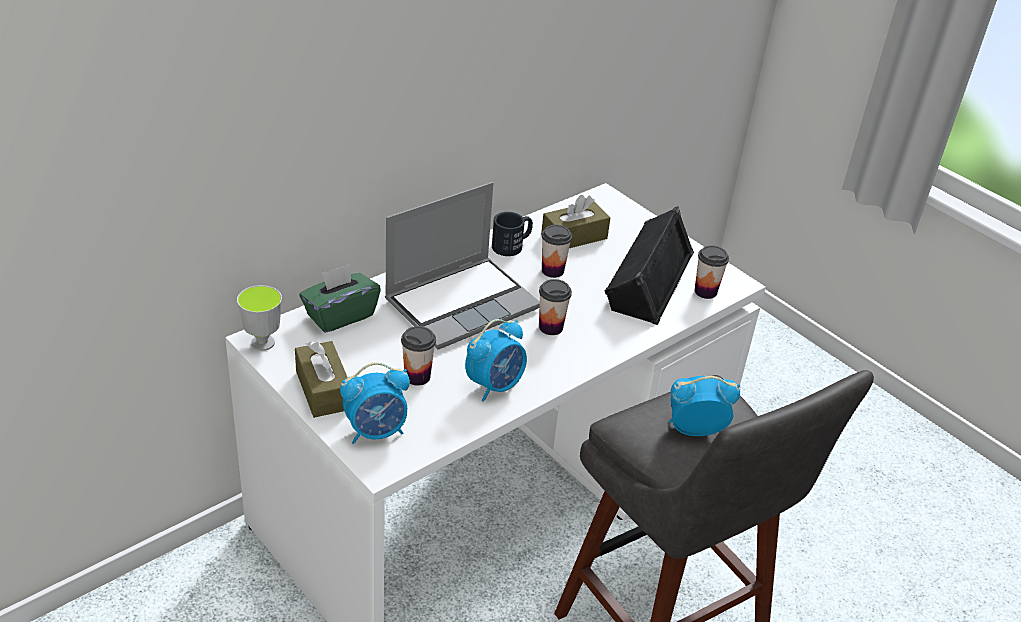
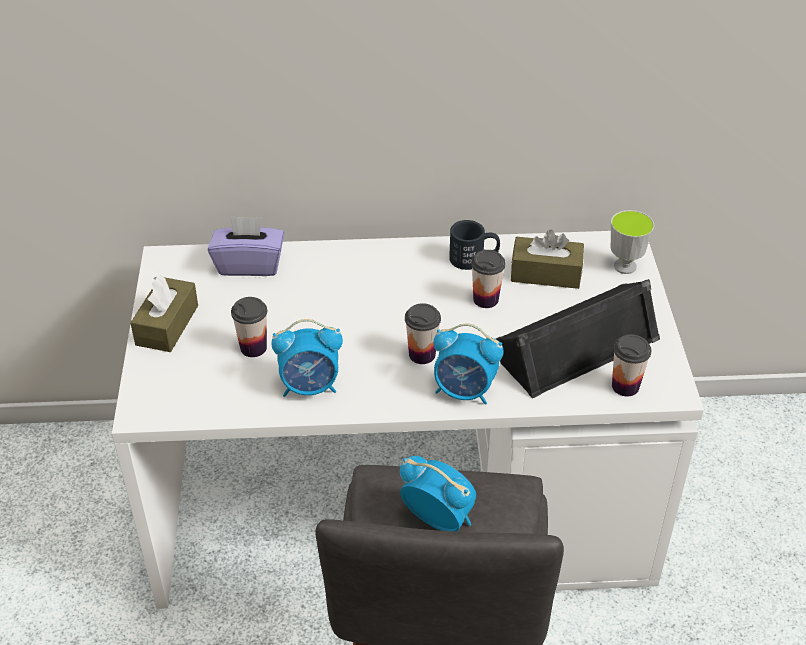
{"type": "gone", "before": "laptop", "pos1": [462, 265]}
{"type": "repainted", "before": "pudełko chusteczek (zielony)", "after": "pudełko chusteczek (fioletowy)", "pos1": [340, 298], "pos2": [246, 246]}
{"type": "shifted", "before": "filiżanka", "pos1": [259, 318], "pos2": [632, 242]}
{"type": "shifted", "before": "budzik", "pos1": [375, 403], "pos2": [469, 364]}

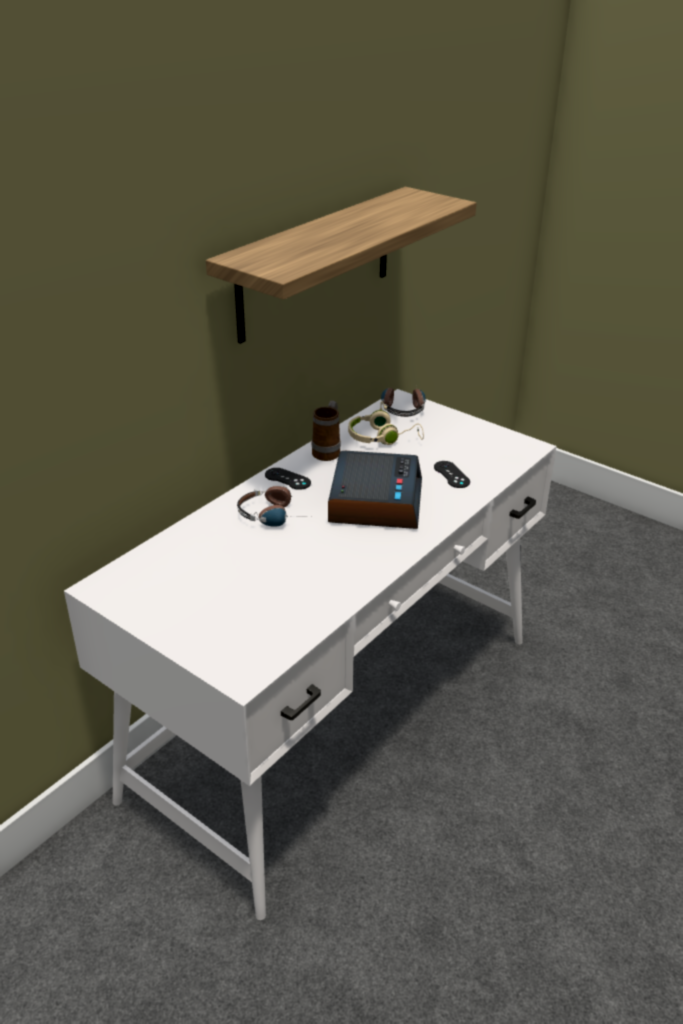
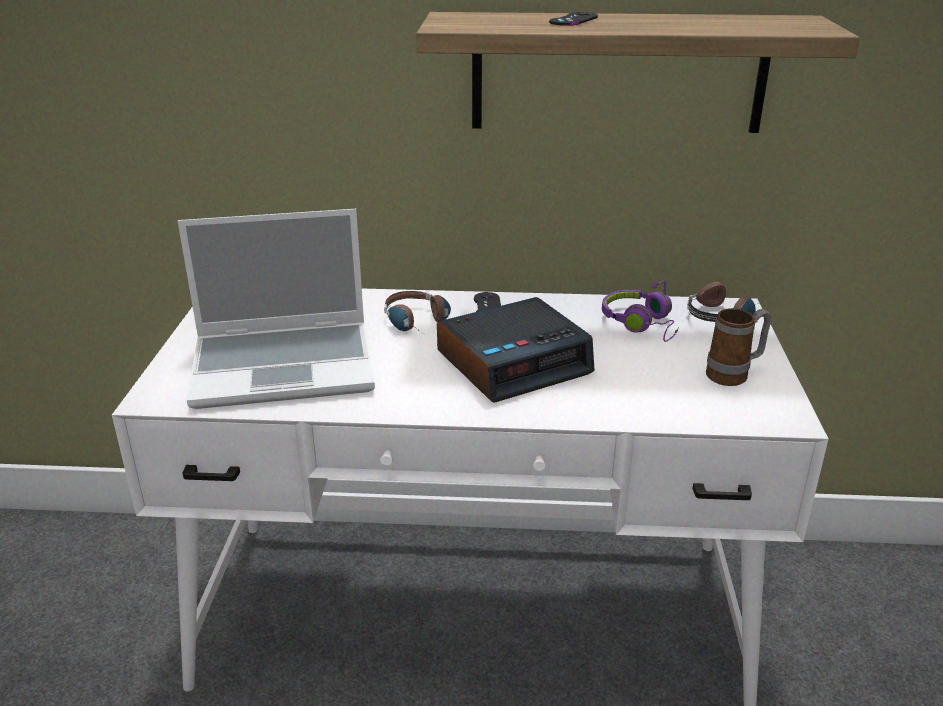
{"type": "shifted", "before": "kubek", "pos1": [326, 431], "pos2": [738, 347]}
{"type": "repainted", "before": "słuchawki (beżowy)", "after": "słuchawki (fioletowy)", "pos1": [386, 423], "pos2": [640, 311]}
{"type": "shifted", "before": "pad do gier (czarny)", "pos1": [452, 474], "pos2": [573, 19]}
{"type": "new", "after": "laptop", "pos2": [276, 309]}

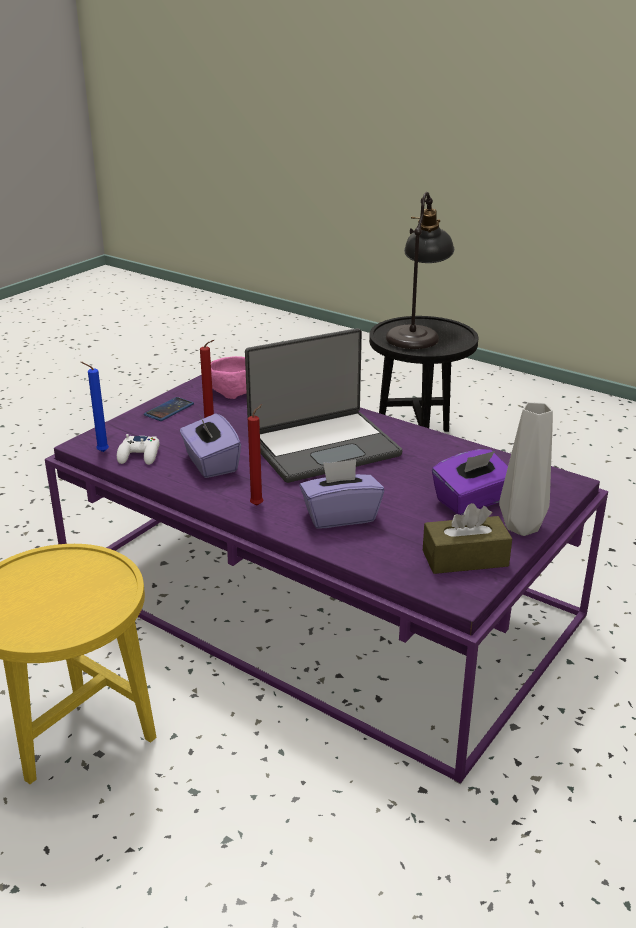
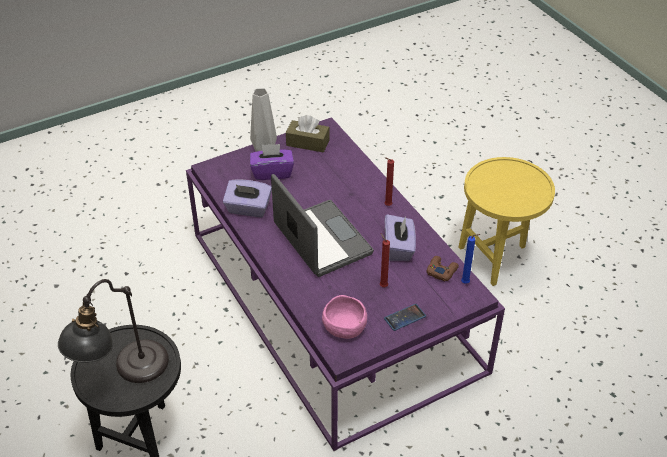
{"type": "rotated", "before": "laptop", "pos1": [324, 405], "pos2": [322, 225], "turn": 60}
{"type": "repainted", "before": "pad do gier (biały)", "after": "pad do gier (brązowy)", "pos1": [138, 449], "pos2": [443, 268]}
{"type": "shifted", "before": "pudełko chusteczek (fioletowy)", "pos1": [342, 494], "pos2": [247, 198]}

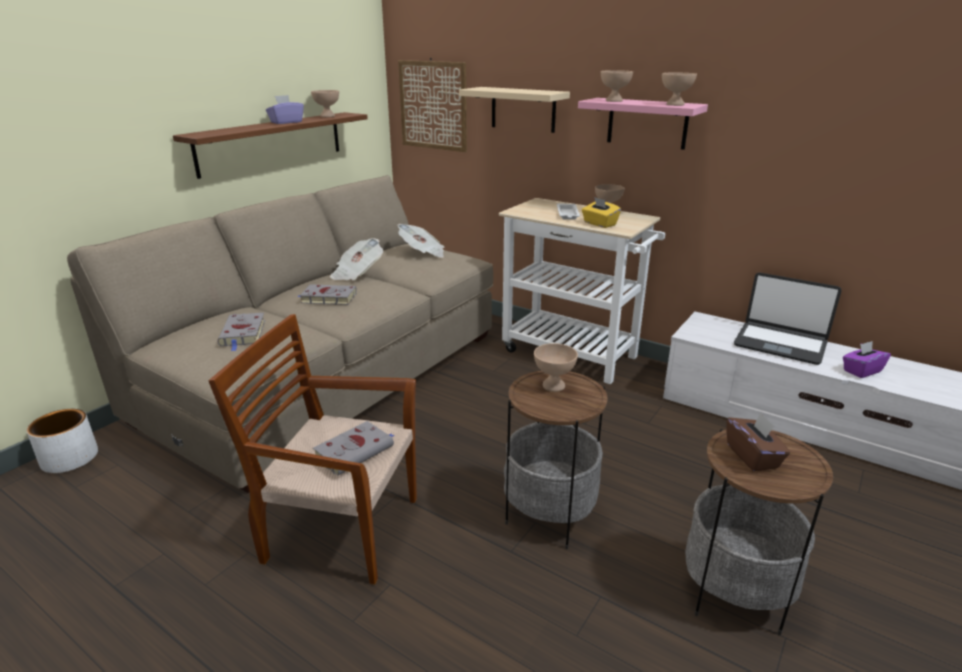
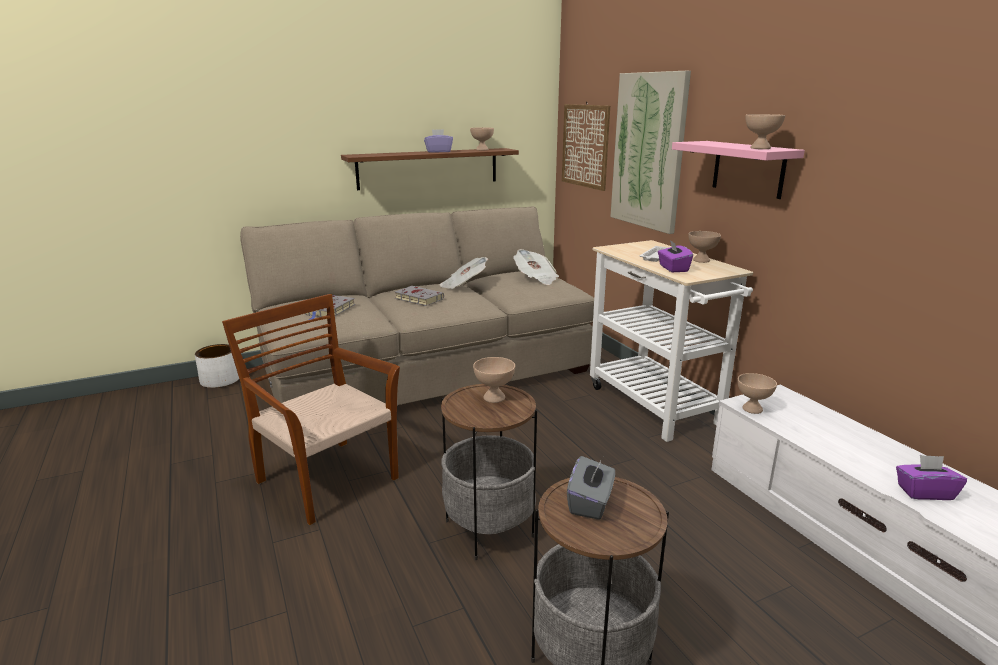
{"type": "shifted", "before": "miska (beżowy)", "pos1": [617, 86], "pos2": [757, 393]}
{"type": "swapped", "before": "półka (beżowy)", "after": "obraz", "pos1": [514, 110], "pos2": [650, 152]}
{"type": "repainted", "before": "pudełko chusteczek (żółty)", "after": "pudełko chusteczek (fioletowy)", "pos1": [601, 212], "pos2": [675, 256]}
{"type": "gone", "before": "laptop", "pos1": [788, 318]}
{"type": "repainted", "before": "pudełko chusteczek (brązowy)", "after": "pudełko chusteczek (szary)", "pos1": [758, 442], "pos2": [591, 488]}
{"type": "gone", "before": "książka (szary)", "pos1": [354, 448]}

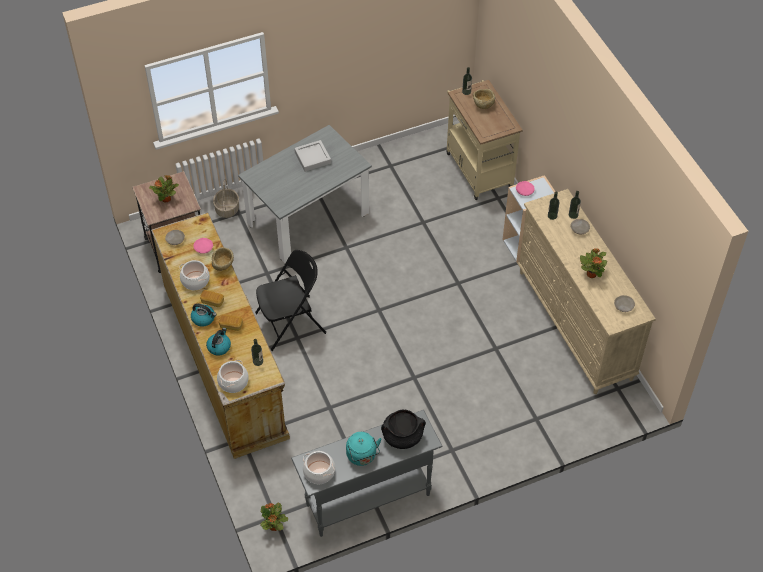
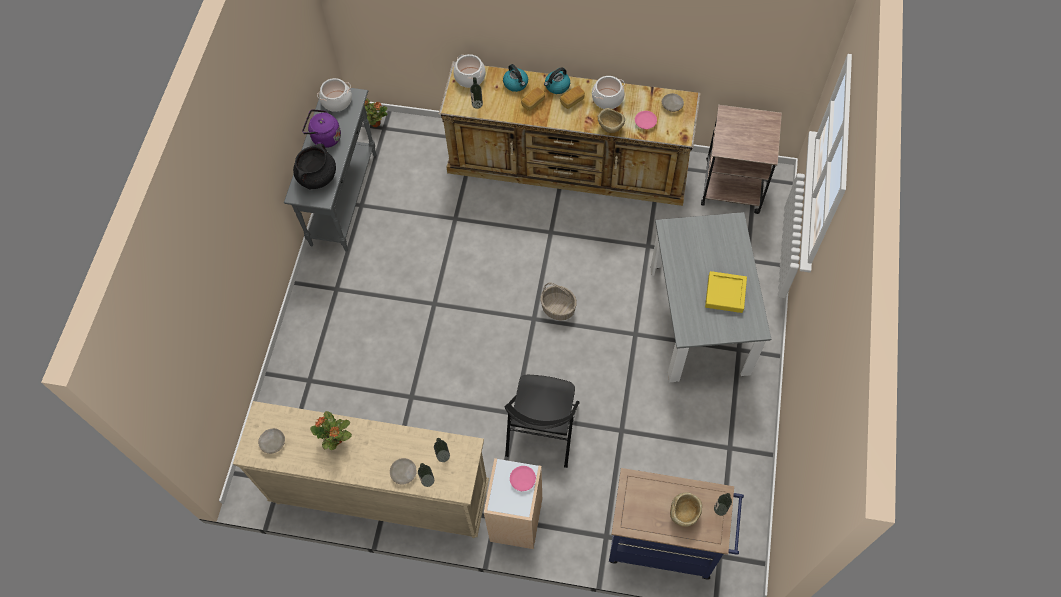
{"type": "repainted", "before": "wózek (beżowy)", "after": "wózek (niebieski)", "pos1": [484, 140], "pos2": [676, 524]}
{"type": "repainted", "before": "taca (szary)", "after": "taca (żółty)", "pos1": [312, 156], "pos2": [726, 292]}
{"type": "gone", "before": "roślina doniczkowa", "pos1": [164, 189]}
{"type": "shifted", "before": "koszyk", "pos1": [226, 198], "pos2": [558, 301]}
{"type": "shifted", "before": "krzesło (czarny)", "pos1": [290, 300], "pos2": [542, 421]}
{"type": "repainted", "before": "czajnik (turkusowy)", "after": "czajnik (fioletowy)", "pos1": [363, 449], "pos2": [321, 129]}

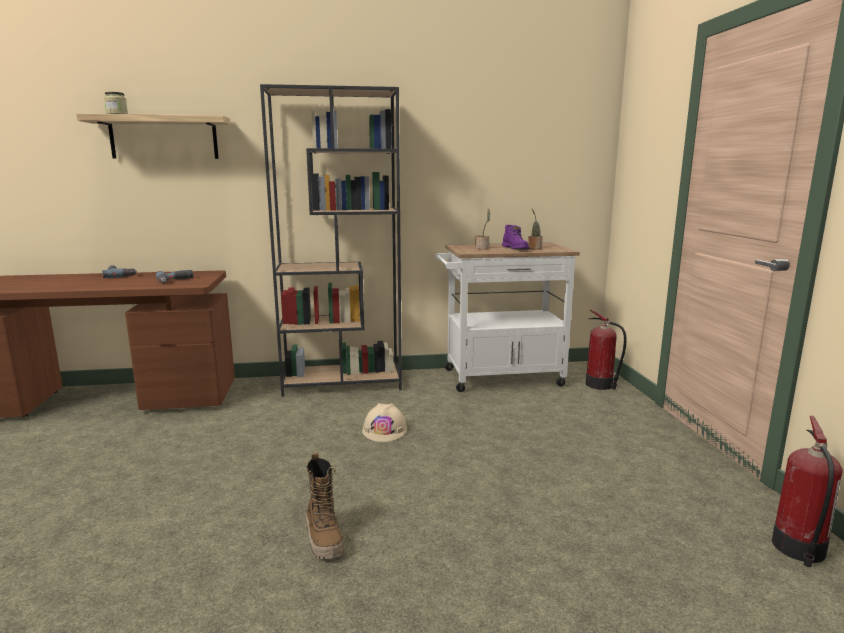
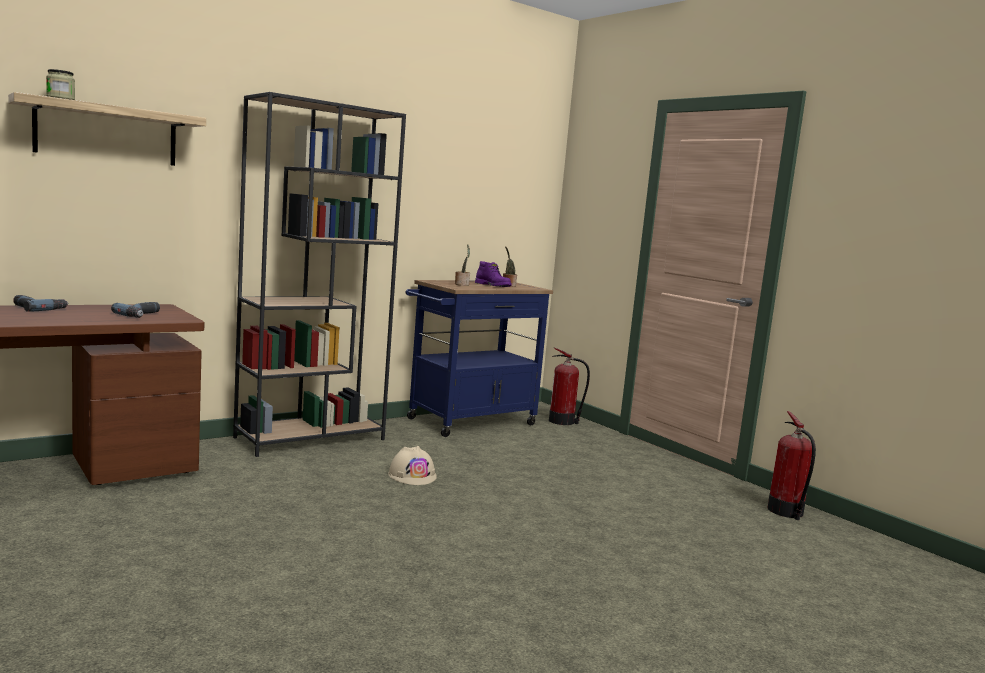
{"type": "repainted", "before": "wózek (biały)", "after": "wózek (niebieski)", "pos1": [507, 317], "pos2": [479, 358]}
{"type": "gone", "before": "but z cholewką", "pos1": [325, 506]}

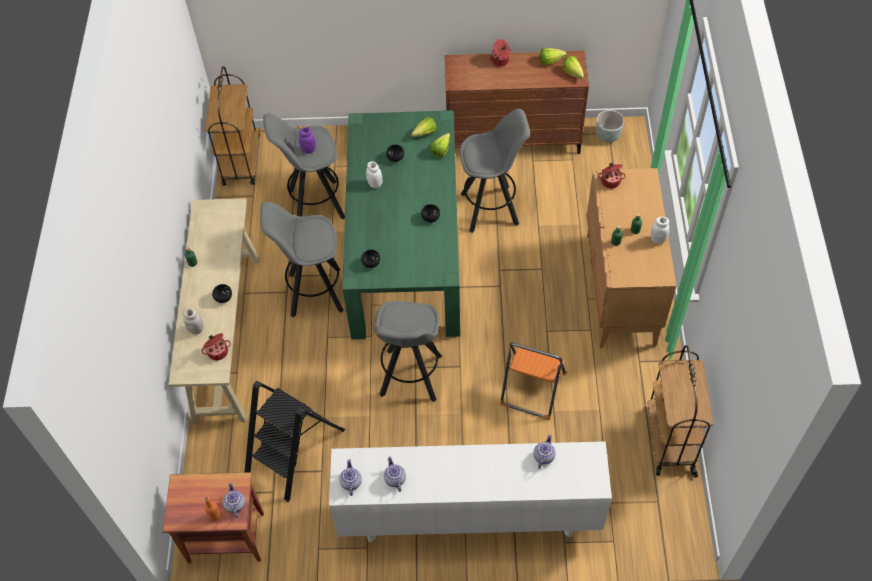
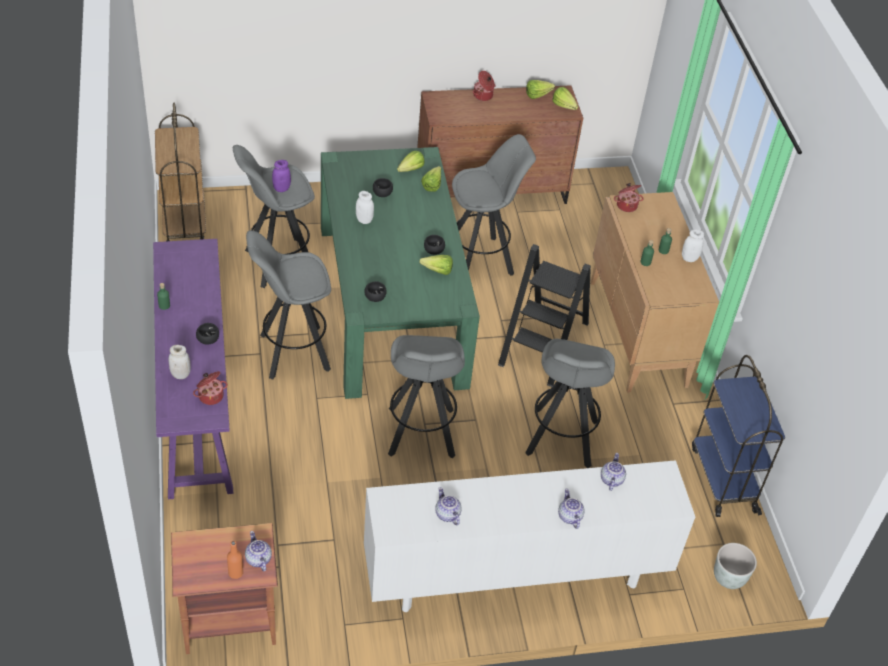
{"type": "shifted", "before": "donica (szary)", "pos1": [610, 126], "pos2": [735, 566]}
{"type": "repainted", "before": "stolik konsolowy (beżowy)", "after": "stolik konsolowy (fioletowy)", "pos1": [214, 311], "pos2": [193, 369]}
{"type": "swapped", "before": "drabinka (pomarańczowy)", "after": "stołek (szary)", "pos1": [533, 381], "pos2": [570, 403]}
{"type": "repainted", "before": "wózek (brązowy)", "after": "wózek (niebieski)", "pos1": [681, 411], "pos2": [738, 436]}
{"type": "shifted", "before": "drabinka (czarny)", "pos1": [294, 441], "pos2": [544, 315]}
{"type": "shifted", "before": "imbryk", "pos1": [350, 477], "pos2": [571, 509]}
{"type": "new", "after": "sałata", "pos2": [436, 265]}

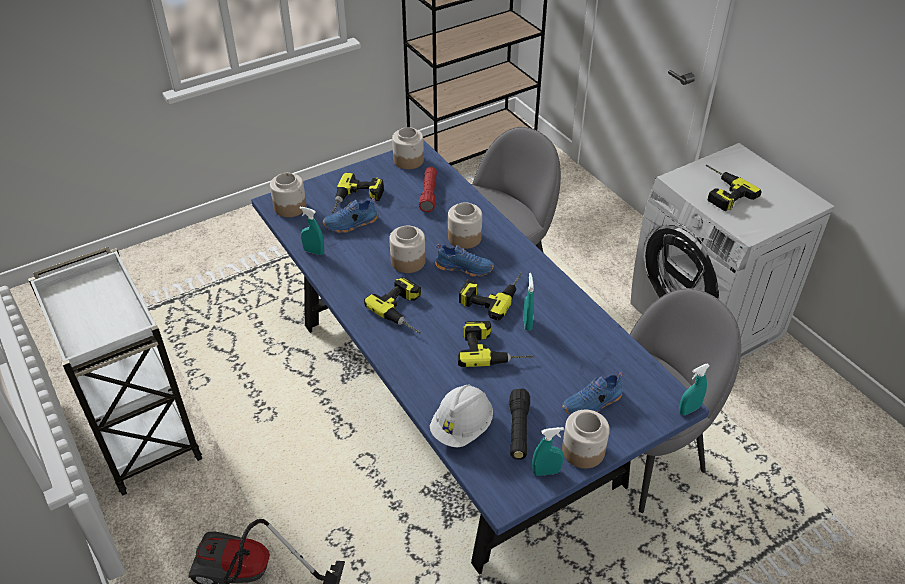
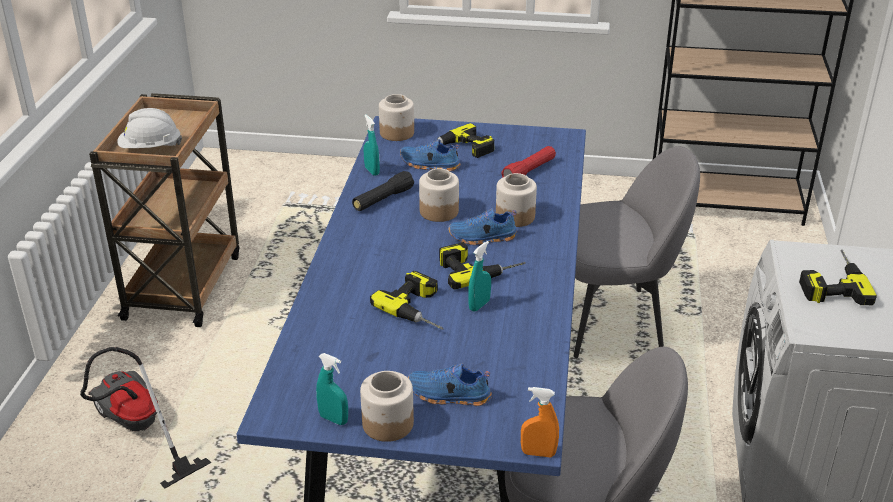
{"type": "gone", "before": "słoik", "pos1": [408, 148]}
{"type": "rotated", "before": "but (niebieski)", "pos1": [464, 260], "pos2": [483, 226], "turn": 120}
{"type": "repainted", "before": "wózek (biały)", "after": "wózek (brązowy)", "pos1": [115, 371], "pos2": [164, 210]}
{"type": "gone", "before": "wiertarka", "pos1": [392, 305]}
{"type": "repainted", "before": "spryskiwacz (turkusowy)", "after": "spryskiwacz (pomarańczowy)", "pos1": [694, 389], "pos2": [540, 422]}
{"type": "shifted", "before": "kask (biały)", "pos1": [461, 416], "pos2": [149, 128]}
{"type": "shifted", "before": "latarka (czarny)", "pos1": [519, 424], "pos2": [383, 191]}

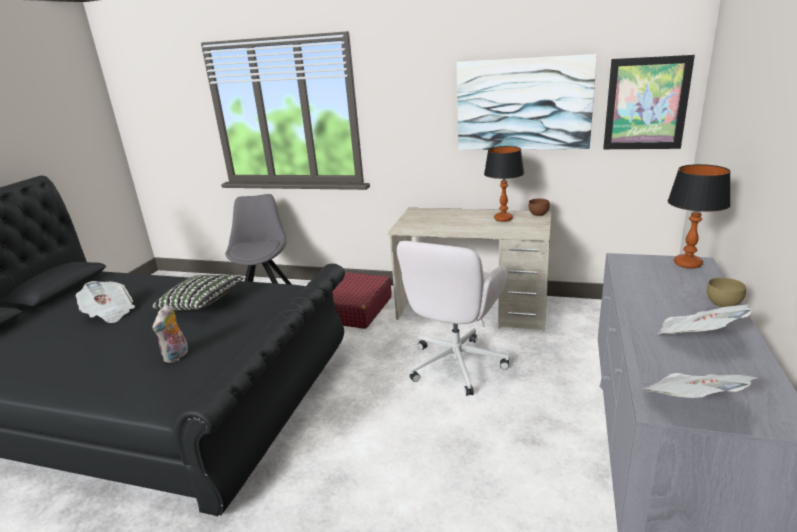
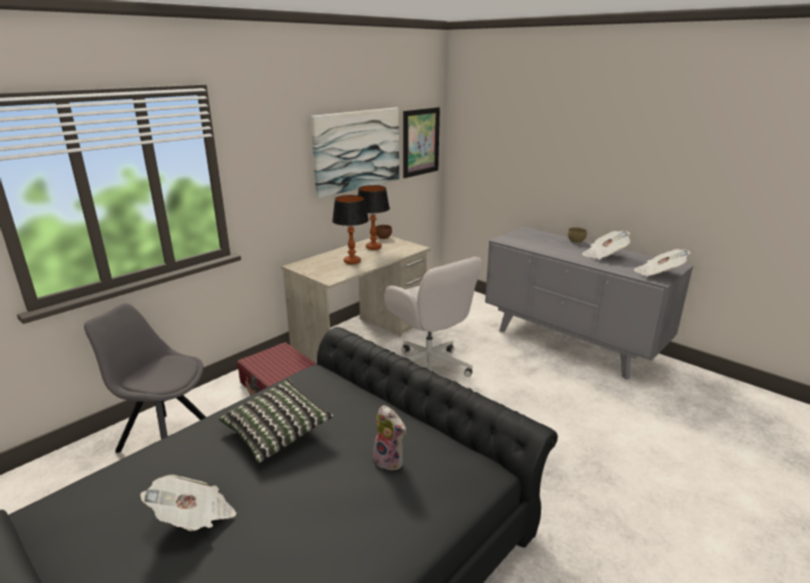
{"type": "shifted", "before": "lampa stołowa", "pos1": [699, 216], "pos2": [350, 229]}

